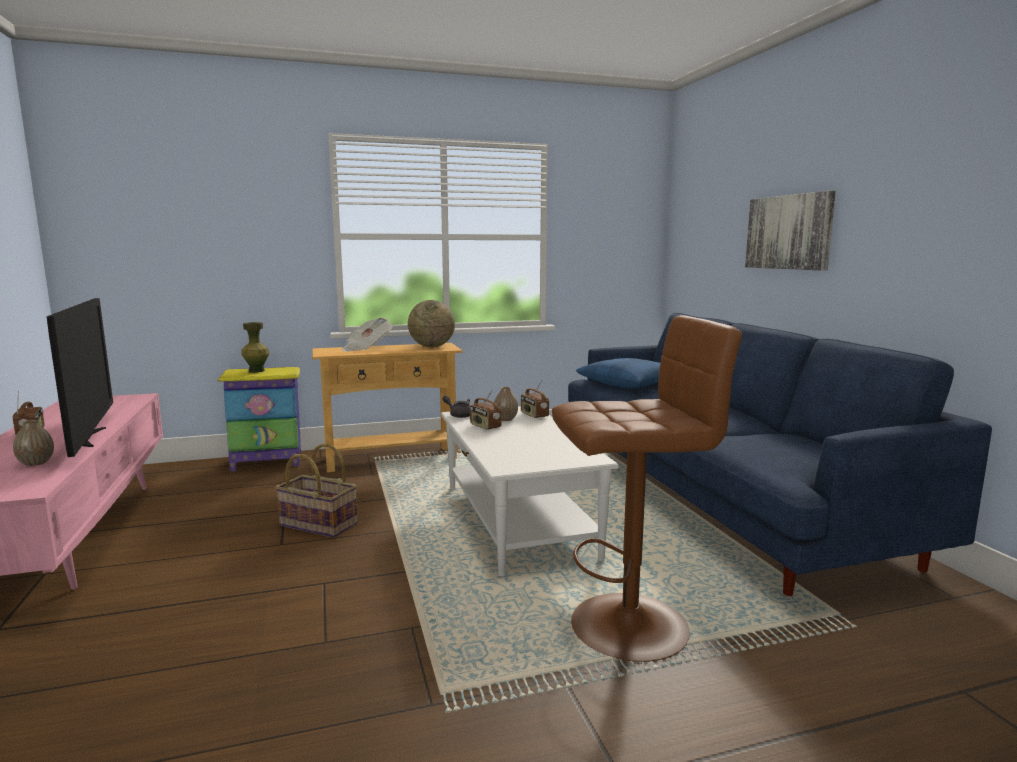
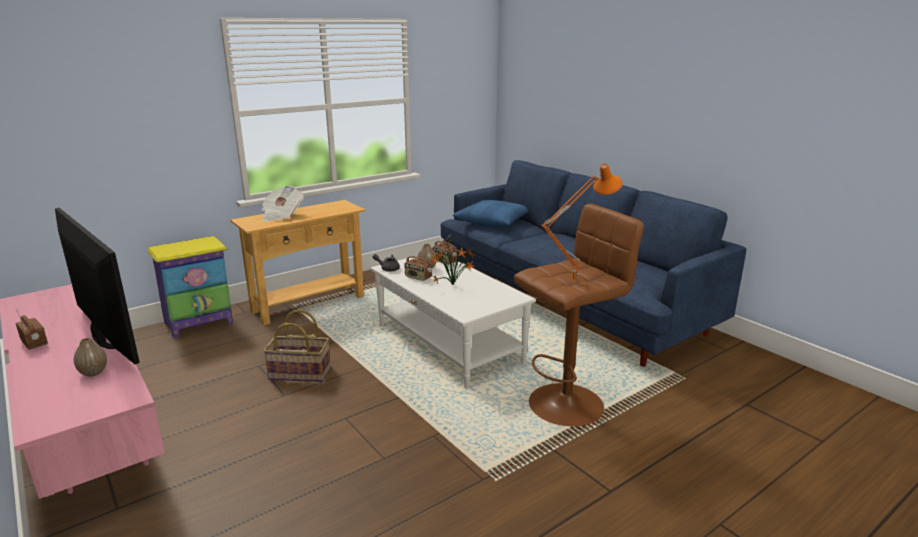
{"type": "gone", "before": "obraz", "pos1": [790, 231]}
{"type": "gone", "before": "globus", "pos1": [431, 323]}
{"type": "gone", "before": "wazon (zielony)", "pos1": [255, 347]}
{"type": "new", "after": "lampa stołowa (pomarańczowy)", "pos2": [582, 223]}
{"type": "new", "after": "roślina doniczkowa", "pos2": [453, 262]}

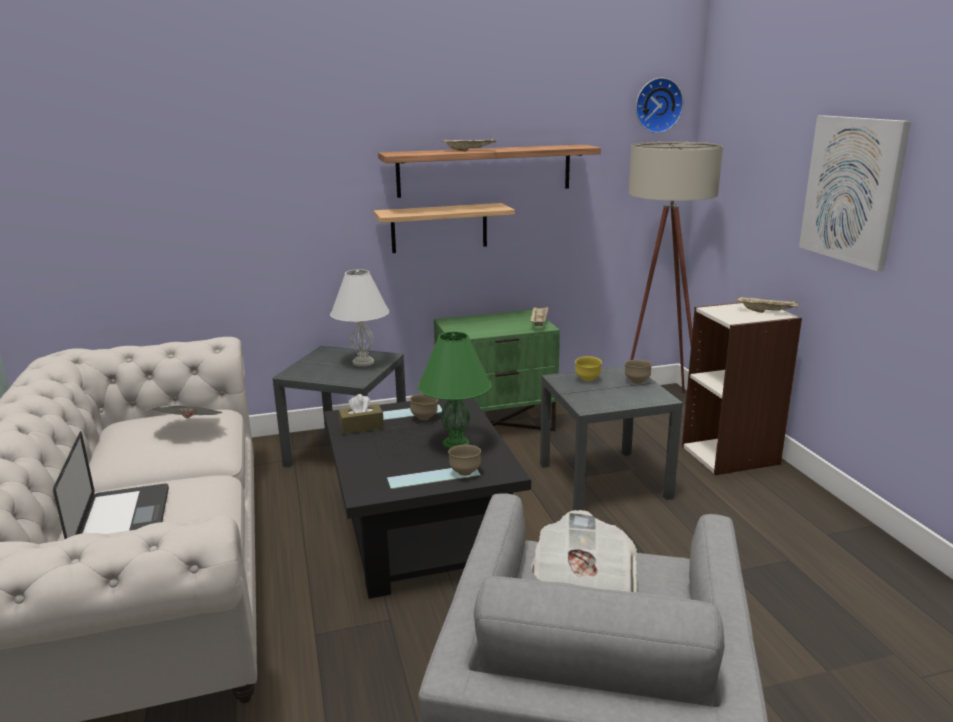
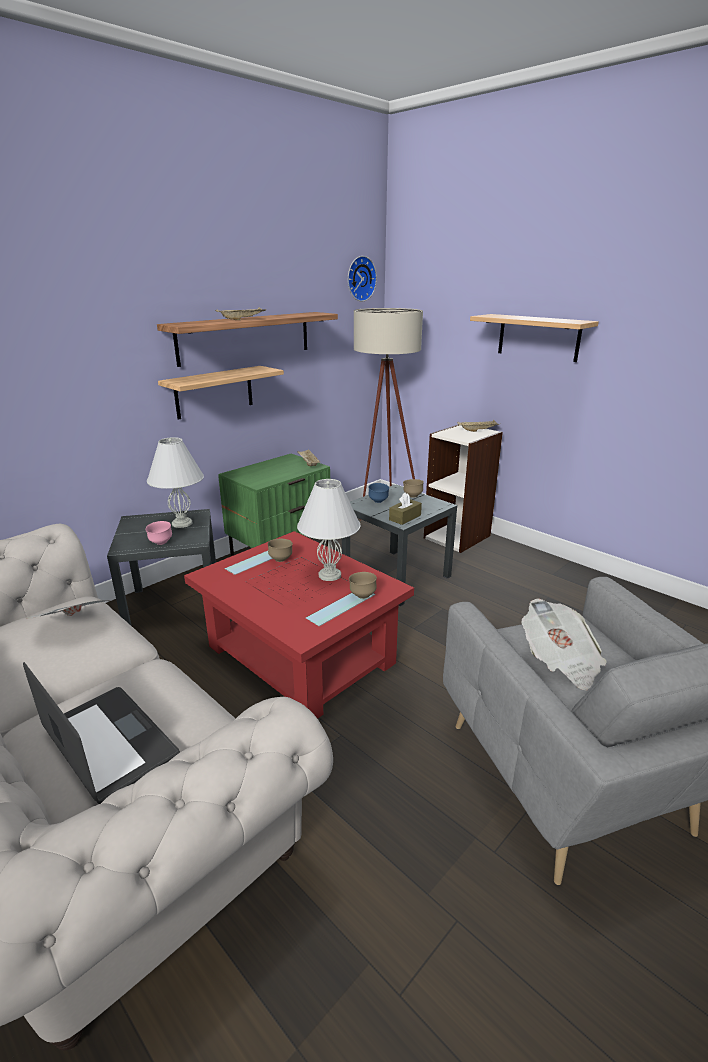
{"type": "swapped", "before": "obraz", "after": "półka", "pos1": [855, 193], "pos2": [534, 338]}
{"type": "repainted", "before": "lampa stołowa (zielony)", "after": "lampa stołowa (biały)", "pos1": [454, 390], "pos2": [329, 530]}
{"type": "repainted", "before": "miska (żółty)", "after": "miska (niebieski)", "pos1": [588, 368], "pos2": [378, 493]}
{"type": "shifted", "before": "pudełko chusteczek (brązowy)", "pos1": [361, 414], "pos2": [405, 508]}
{"type": "repainted", "before": "ława (czarny)", "after": "ława (czerwony)", "pos1": [427, 498], "pos2": [299, 625]}
{"type": "new", "after": "miska (różowy)", "pos2": [158, 533]}

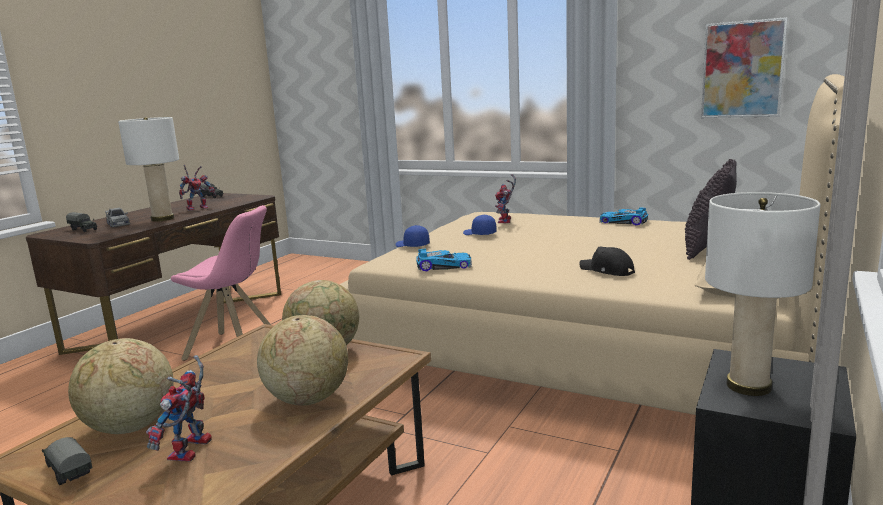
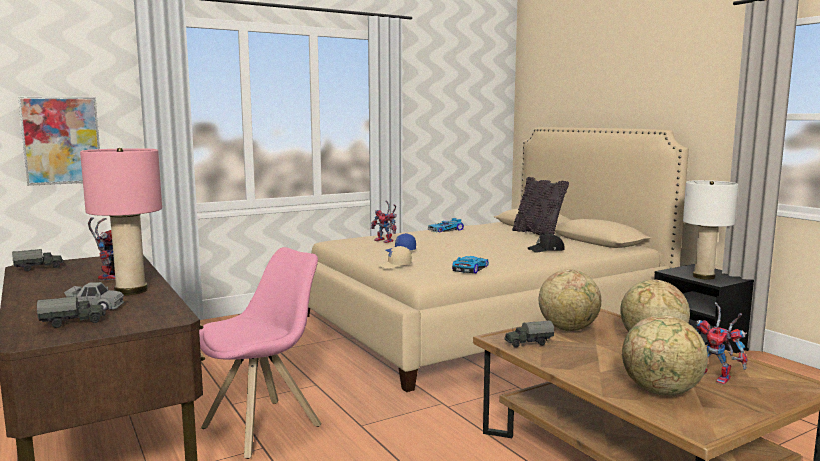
{"type": "shifted", "before": "obraz", "pos1": [744, 67], "pos2": [59, 141]}
{"type": "repainted", "before": "lampa stołowa (biały)", "after": "lampa stołowa (różowy)", "pos1": [148, 169], "pos2": [121, 221]}
{"type": "repainted", "before": "czapka z daszkiem (niebieski)", "after": "czapka z daszkiem (beżowy)", "pos1": [412, 236], "pos2": [395, 257]}
{"type": "shifted", "before": "ciężarówka zabawkowa", "pos1": [67, 461], "pos2": [529, 334]}

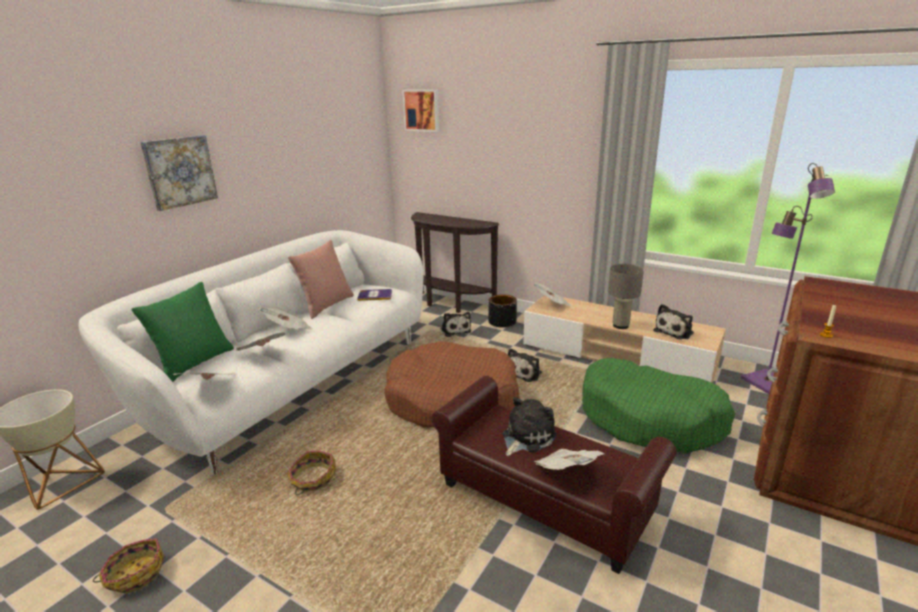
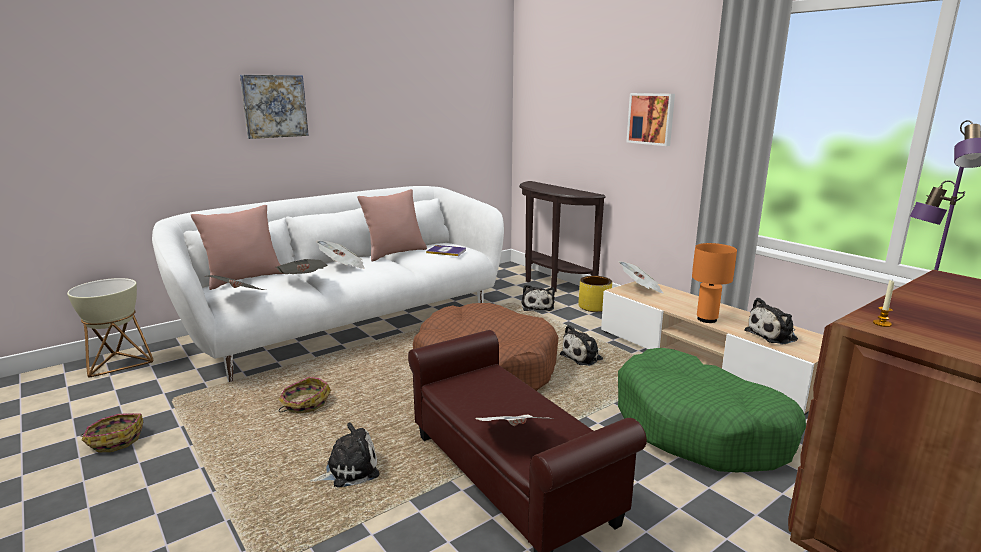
{"type": "shifted", "before": "obraz", "pos1": [420, 110], "pos2": [651, 119]}
{"type": "repainted", "before": "lampa stołowa (szary)", "after": "lampa stołowa (pomarańczowy)", "pos1": [626, 296], "pos2": [714, 283]}
{"type": "repainted", "before": "poduszka (zielony)", "after": "poduszka (różowy)", "pos1": [182, 332], "pos2": [237, 247]}
{"type": "repainted", "before": "donica (czarny)", "after": "donica (żółty)", "pos1": [502, 311], "pos2": [595, 294]}
{"type": "shifted", "before": "pluszak", "pos1": [530, 426], "pos2": [345, 455]}

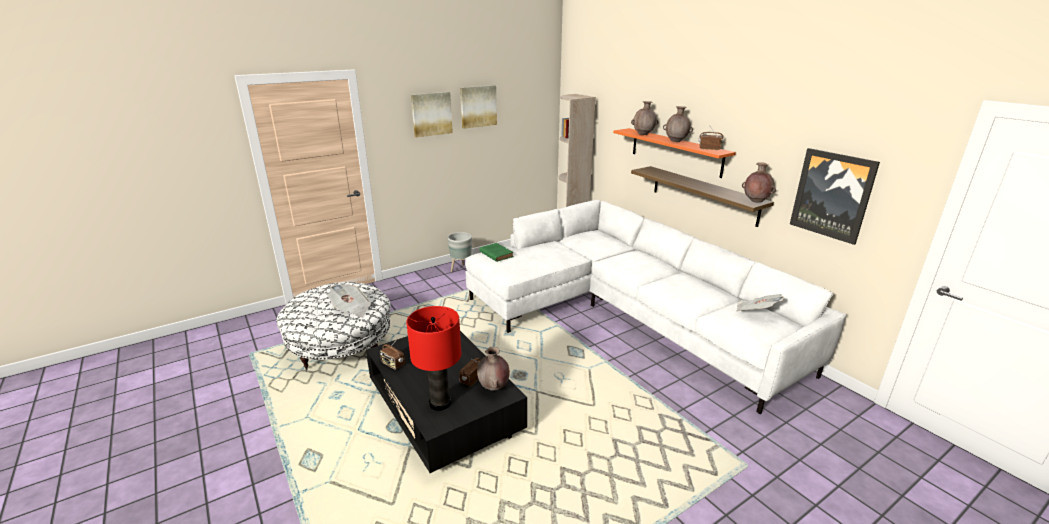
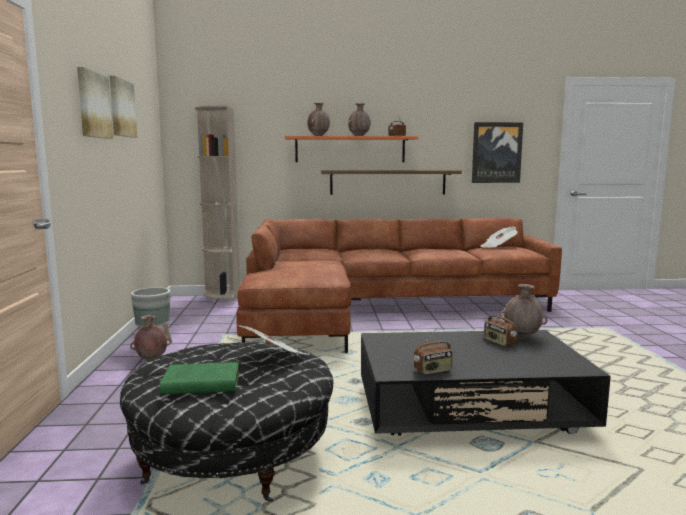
{"type": "shifted", "before": "wazon (brązowy)", "pos1": [759, 182], "pos2": [150, 338]}
{"type": "repainted", "before": "kanapa (biały)", "after": "kanapa (brązowy)", "pos1": [655, 307], "pos2": [399, 285]}
{"type": "shifted", "before": "książka (zielony)", "pos1": [497, 252], "pos2": [199, 378]}
{"type": "repainted", "before": "pufa (biały)", "after": "pufa (czarny)", "pos1": [334, 326], "pos2": [226, 422]}
{"type": "gone", "before": "lampa stołowa (czerwony)", "pos1": [433, 358]}

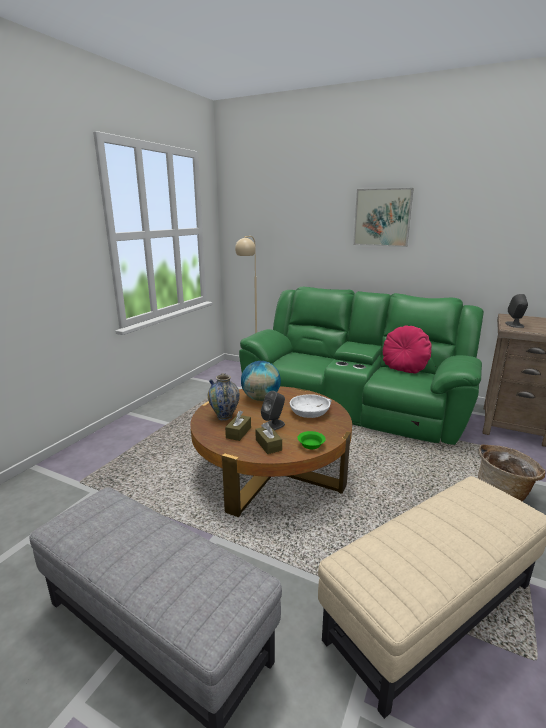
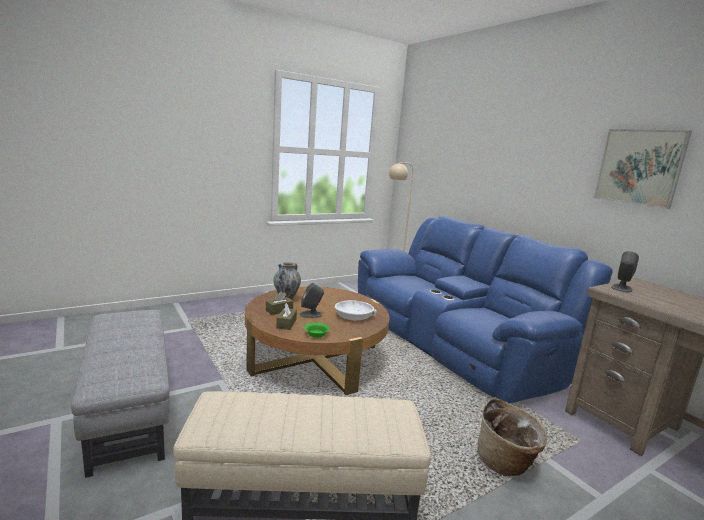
{"type": "shifted", "before": "obraz", "pos1": [383, 217], "pos2": [642, 169]}
{"type": "repainted", "before": "kanapa (zielony)", "after": "kanapa (niebieski)", "pos1": [361, 366], "pos2": [485, 310]}
{"type": "gone", "before": "poduszka (różowy)", "pos1": [407, 349]}
{"type": "gone", "before": "globus", "pos1": [261, 381]}

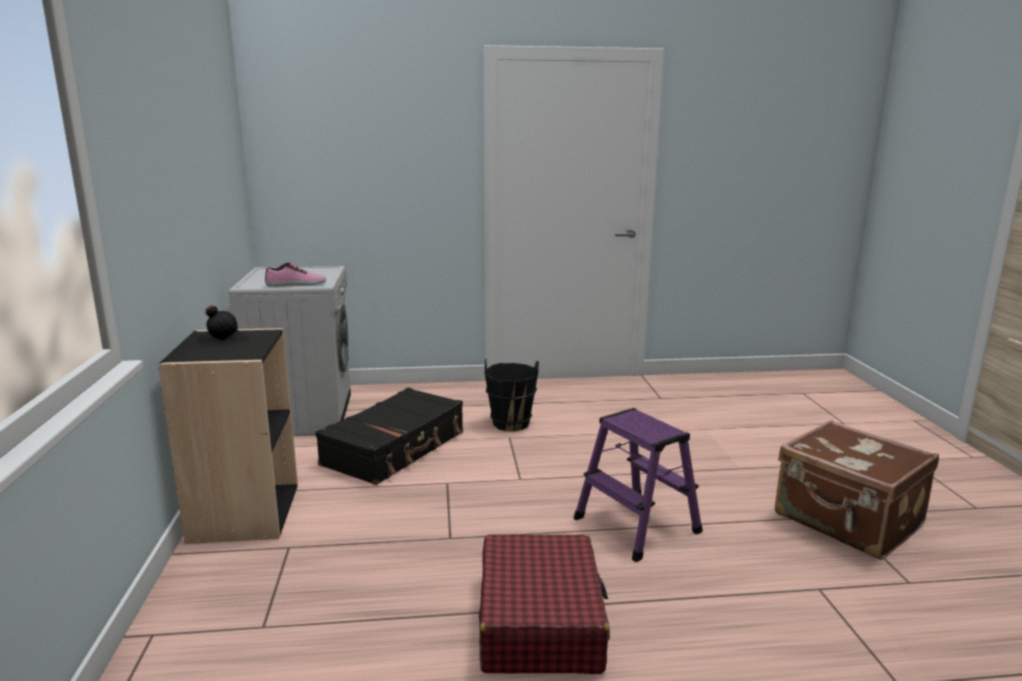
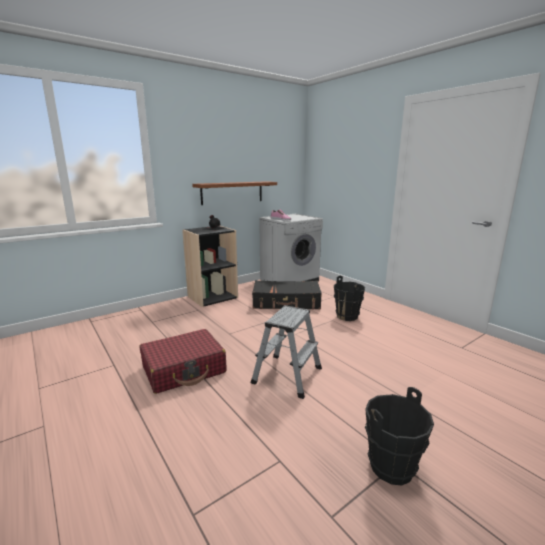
{"type": "repainted", "before": "drabinka (fioletowy)", "after": "drabinka (szary)", "pos1": [638, 485], "pos2": [286, 352]}
{"type": "swapped", "before": "walizka (brązowy)", "after": "wiadro (czarny)", "pos1": [857, 490], "pos2": [399, 436]}
{"type": "new", "after": "półka (brązowy)", "pos2": [234, 193]}

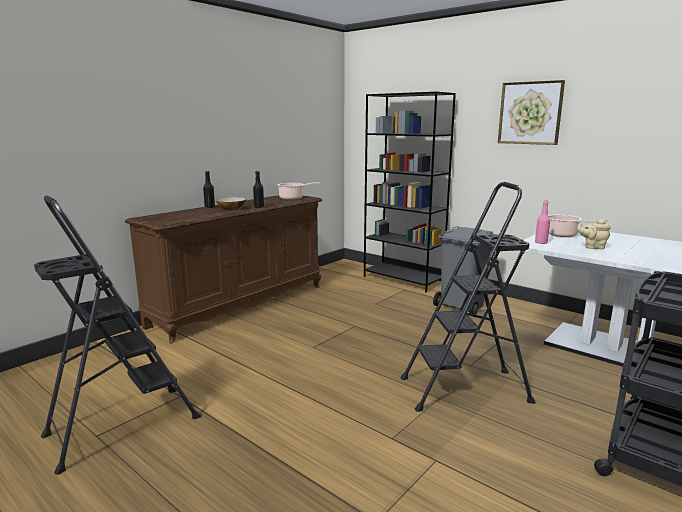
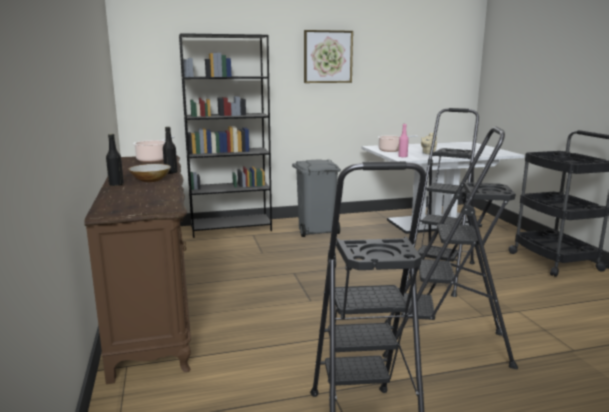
{"type": "new", "after": "drabinka", "pos2": [450, 247]}

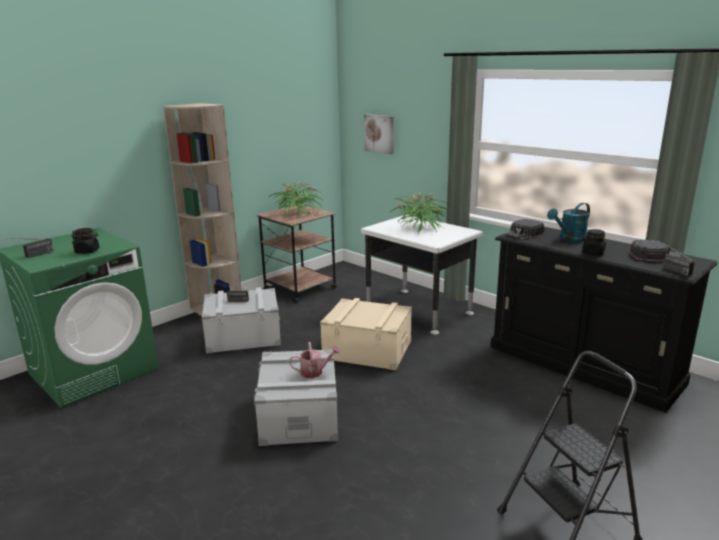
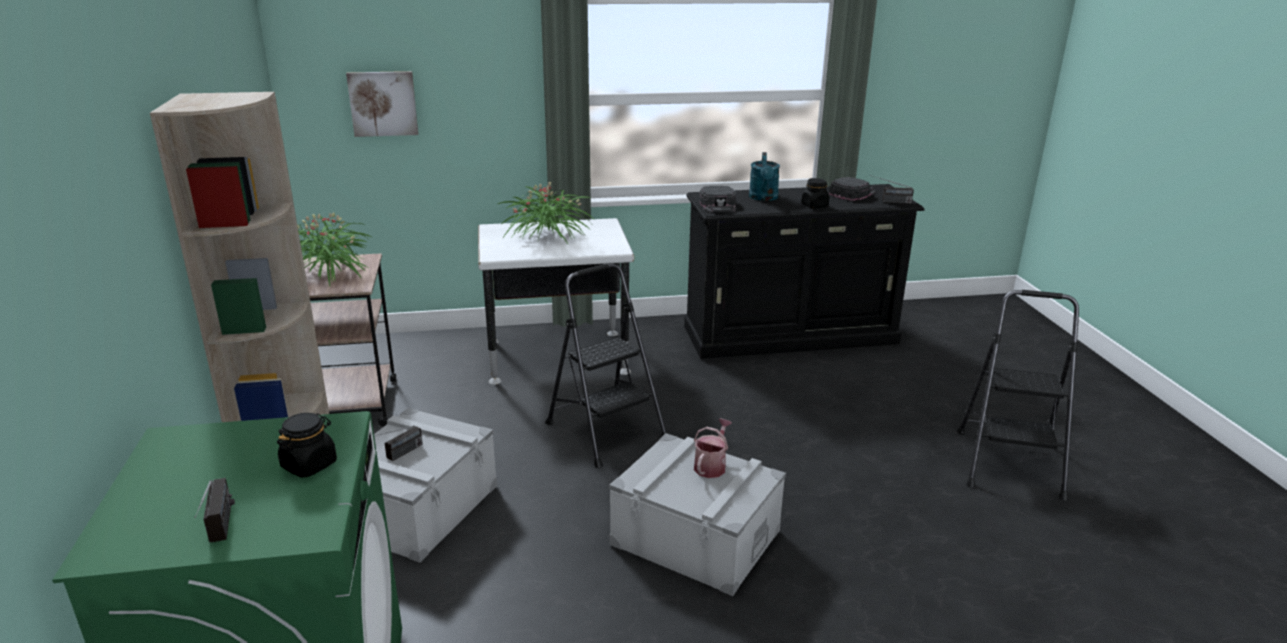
{"type": "swapped", "before": "pojemnik do przechowywania (beżowy)", "after": "drabinka (czarny)", "pos1": [366, 334], "pos2": [606, 366]}

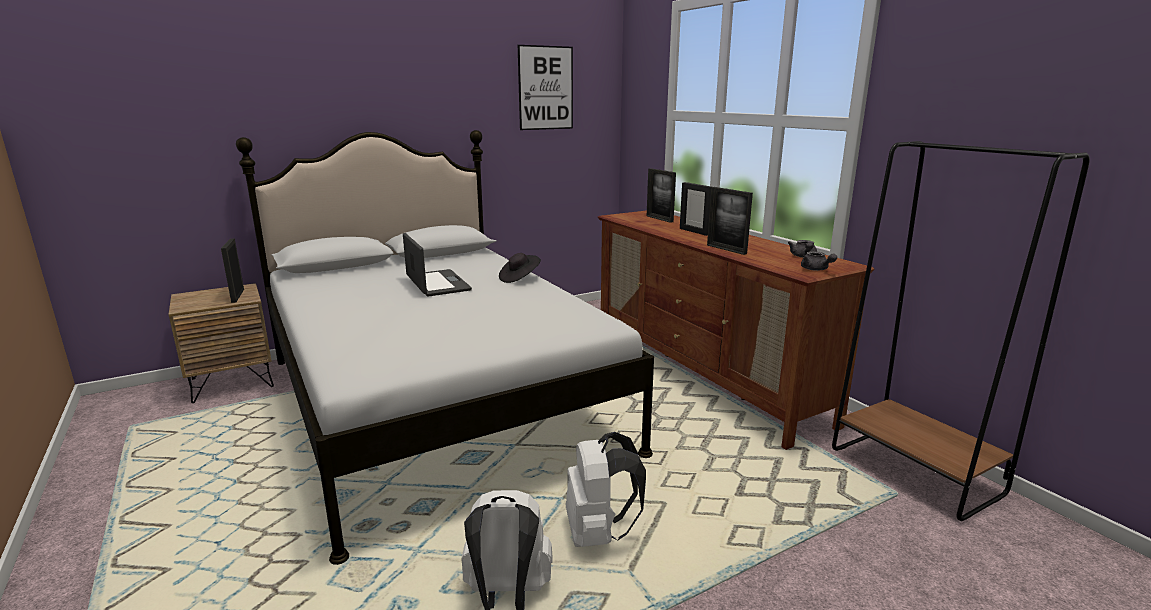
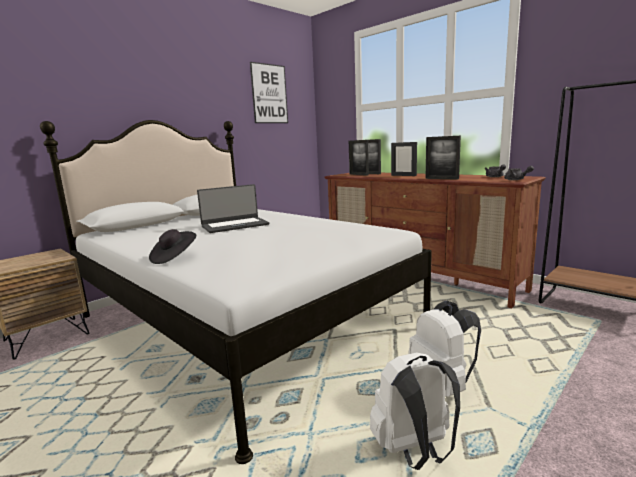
{"type": "rotated", "before": "laptop", "pos1": [437, 265], "pos2": [233, 208], "turn": 105}
{"type": "shifted", "before": "ramka na zdjęcie", "pos1": [232, 270], "pos2": [359, 158]}
{"type": "shifted", "before": "kapelusz (czarny)", "pos1": [520, 268], "pos2": [172, 246]}

